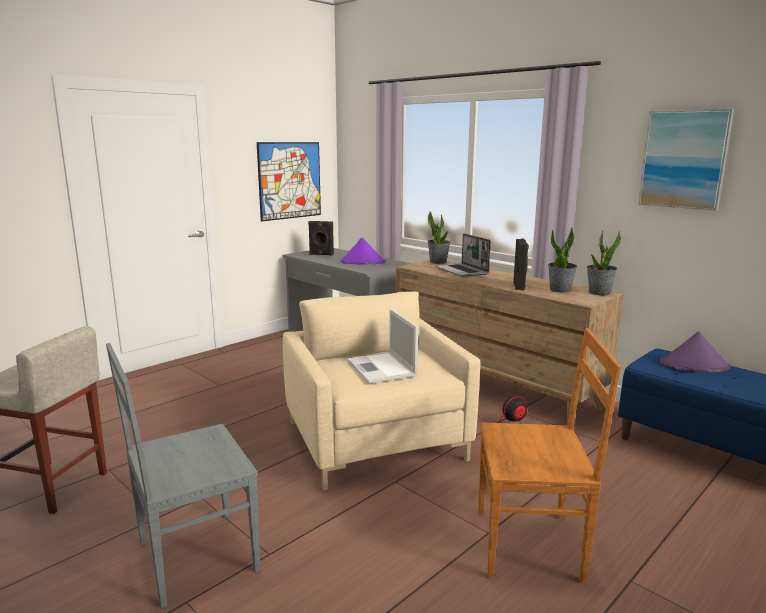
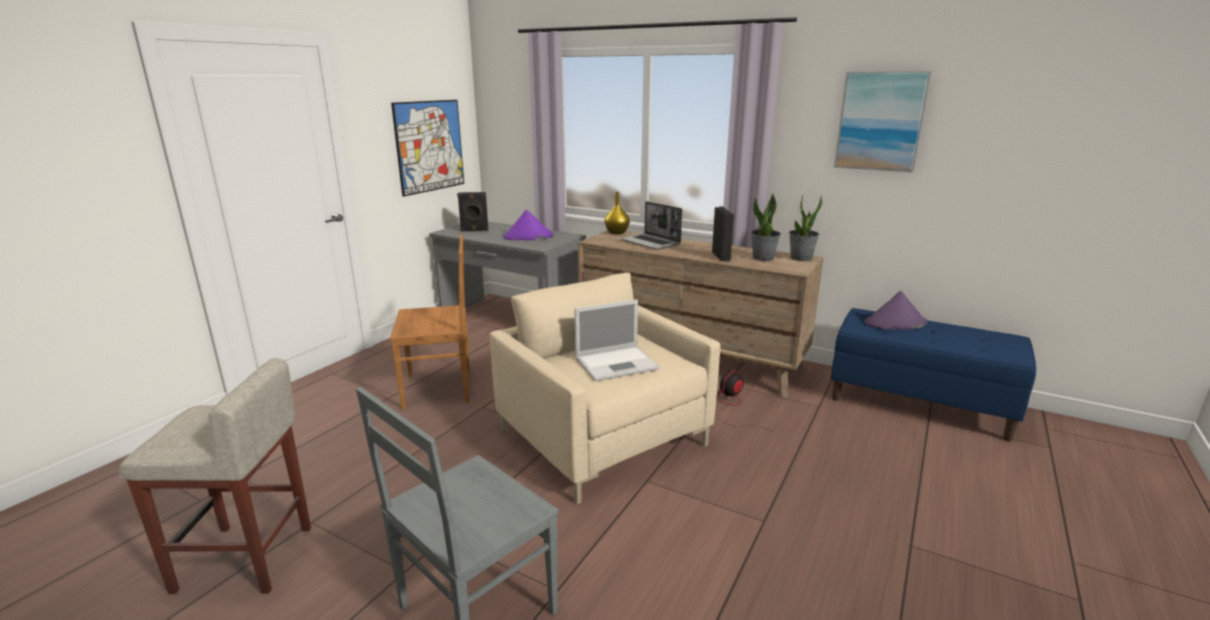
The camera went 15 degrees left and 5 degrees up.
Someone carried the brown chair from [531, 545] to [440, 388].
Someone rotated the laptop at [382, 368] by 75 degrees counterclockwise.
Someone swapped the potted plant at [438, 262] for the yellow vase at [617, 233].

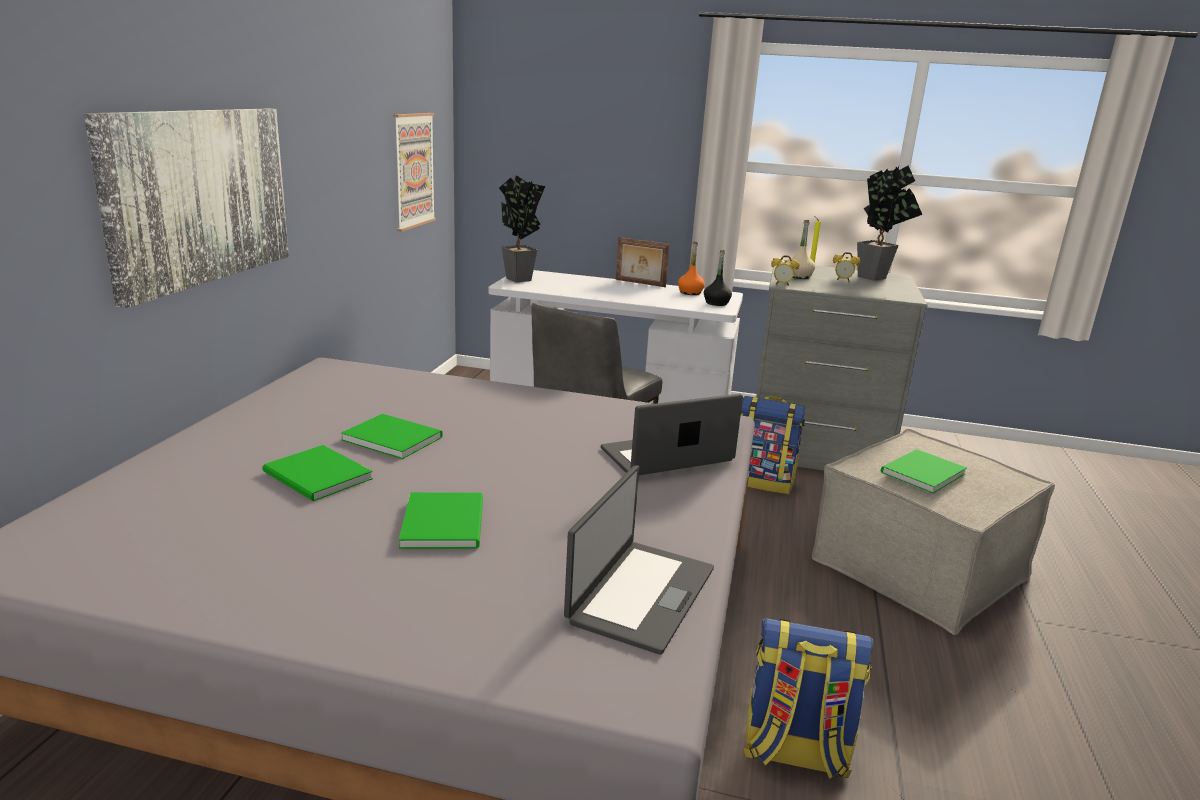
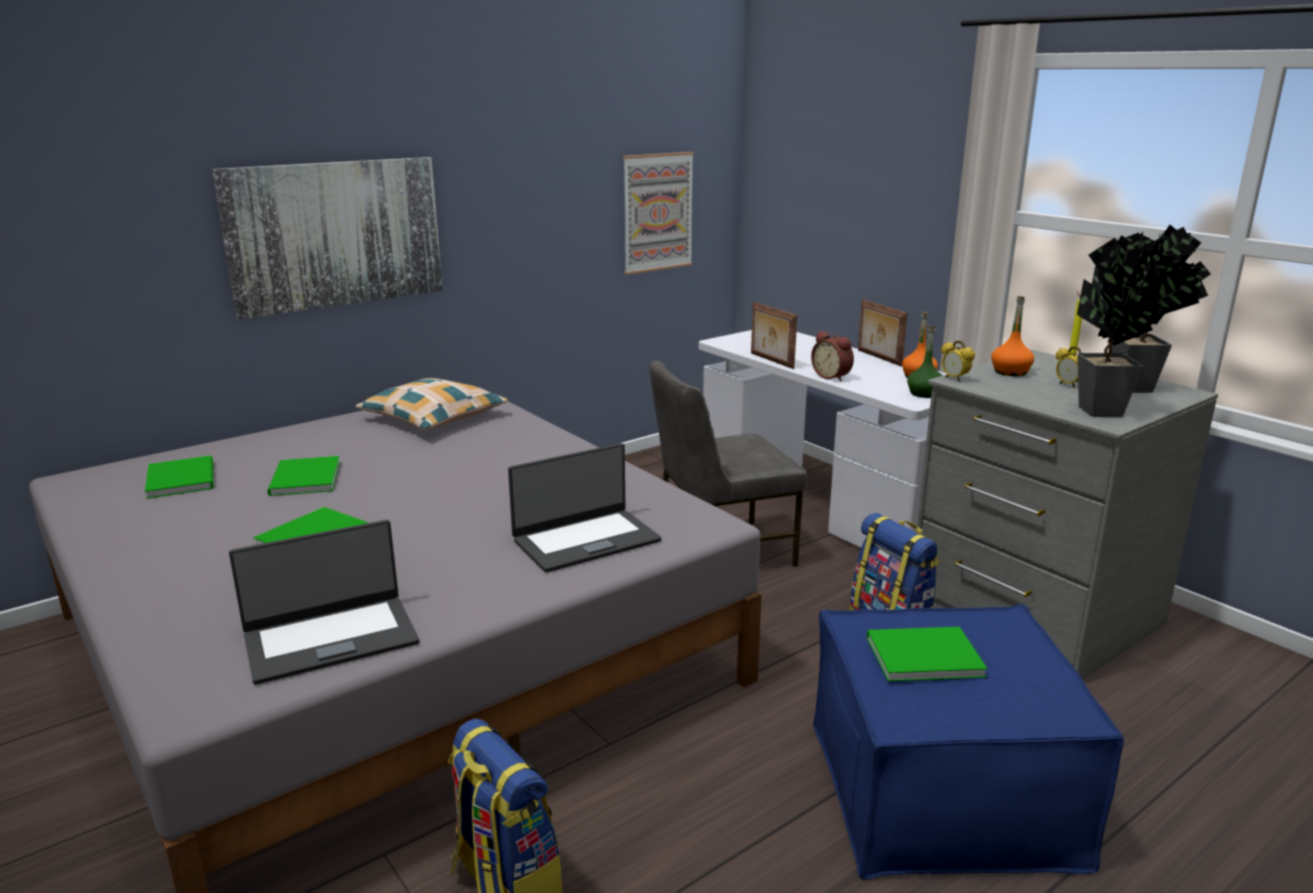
The camera went 40 degrees right and 0 degrees up.
Someone carried the green book from [391, 437] to [183, 478].
Someone put down the pillow at [434, 417].
Someone rotated the laptop at [667, 456] by 135 degrees clockwise.
Someone put down the picture frame at [771, 361].
Someone put down the alarm clock at [832, 376].
Someone repainted the beige ottoman at [918, 568], which became the blue ottoman at [941, 792].
Someone repainted the black bottle at [716, 303], which became the green bottle at [924, 393].
Someone repainted the beige bottle at [798, 276], which became the orange bottle at [1010, 372].
Someone carried the potted plant from [519, 280] to [1099, 413].

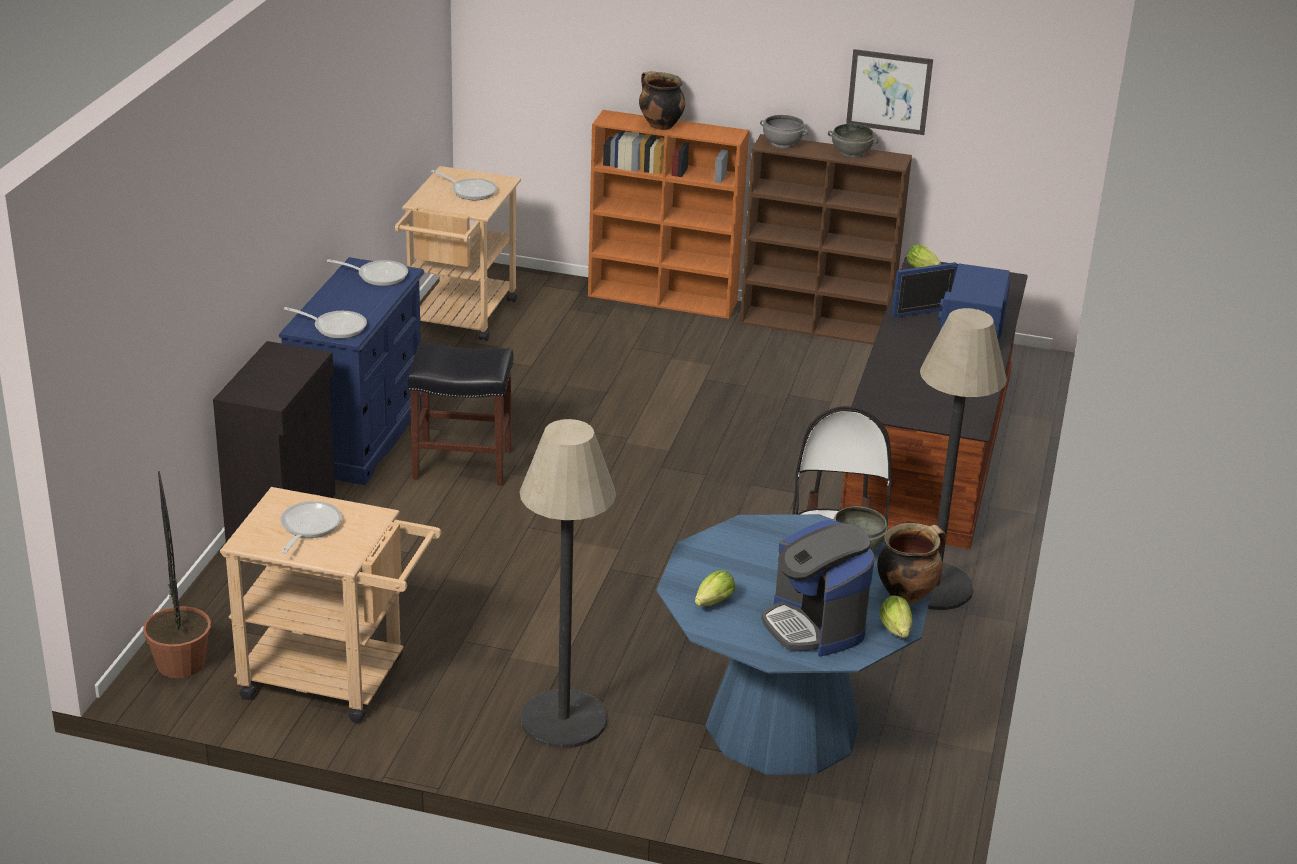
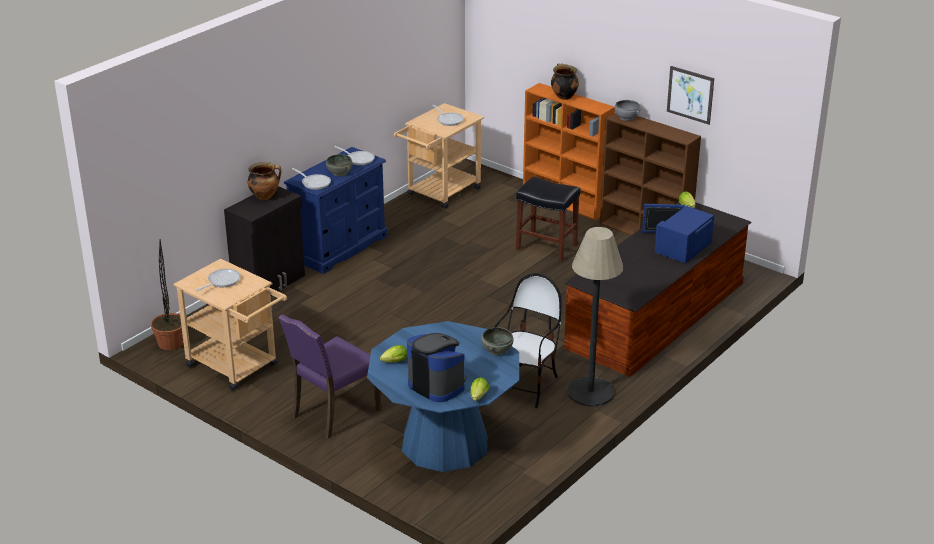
The camera went 25 degrees right and 0 degrees up.
Someone carried the cooking pot from [907, 593] to [265, 196].
Someone swapped the floor lamp at [563, 719] for the purple chair at [333, 413].
Someone carried the grey bowl from [851, 153] to [340, 173].
Someone rotated the coffee machine at [814, 626] by 135 degrees clockwise.
Someone carried the black stool from [464, 463] to [547, 247].

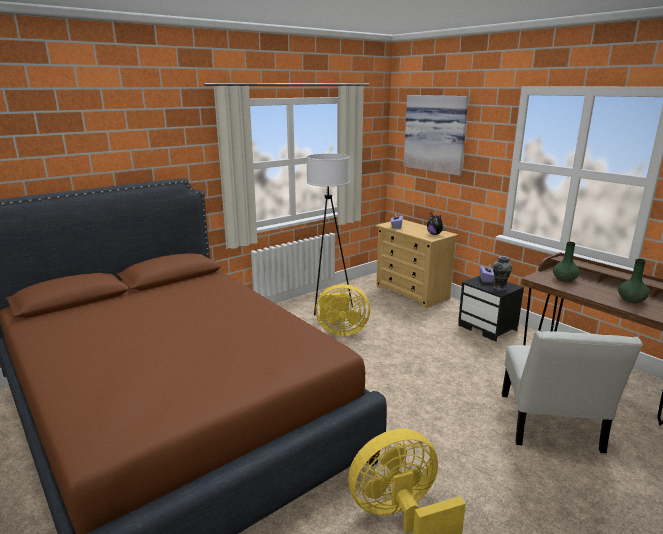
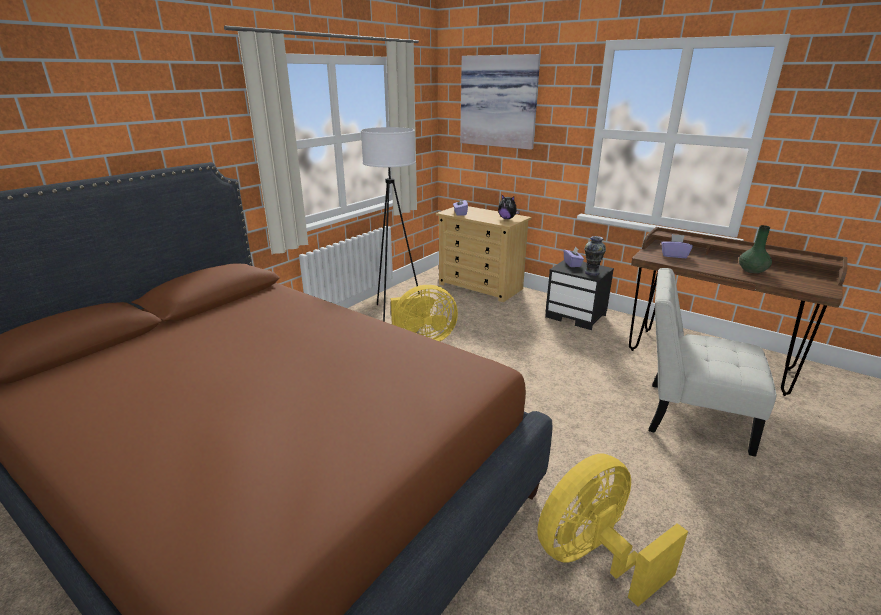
The camera went 15 degrees left and 5 degrees up.
Someone rotated the white chair at [550, 426] by 120 degrees clockwise.
Someone swapped the green vase at [564, 279] for the purple tissue box at [674, 255].

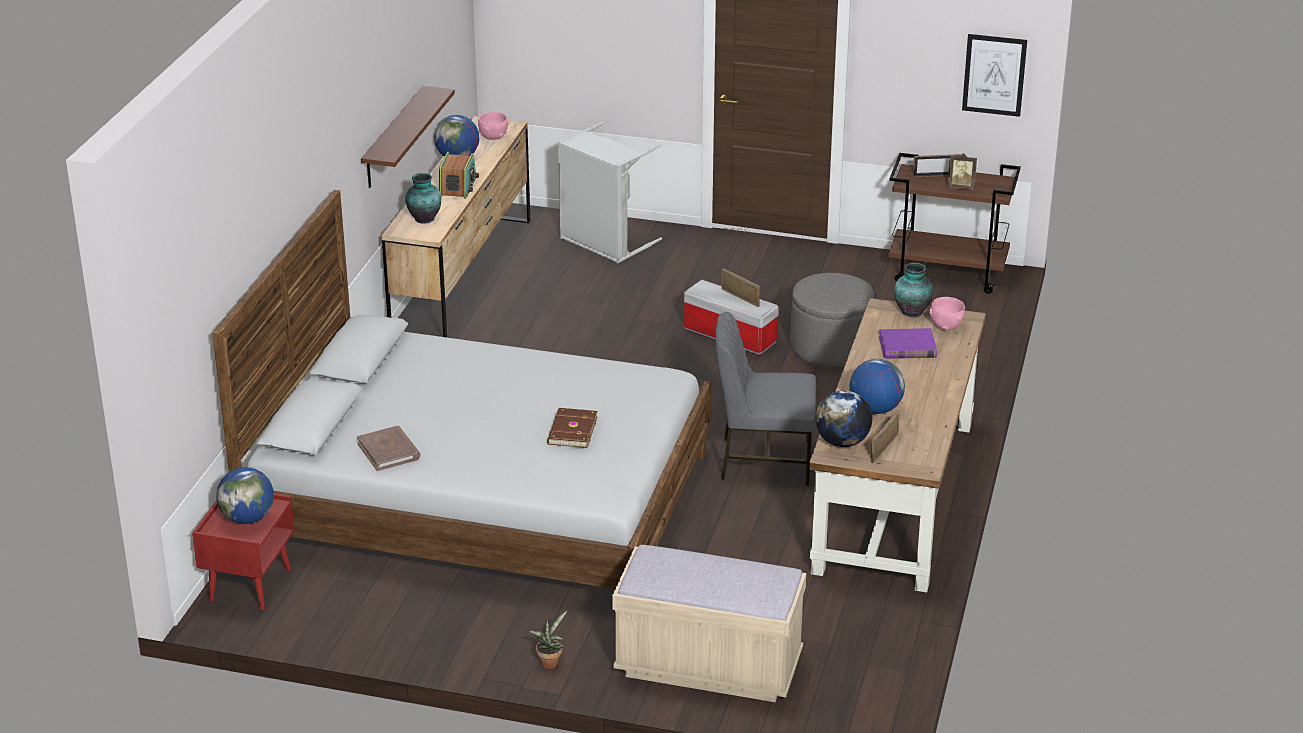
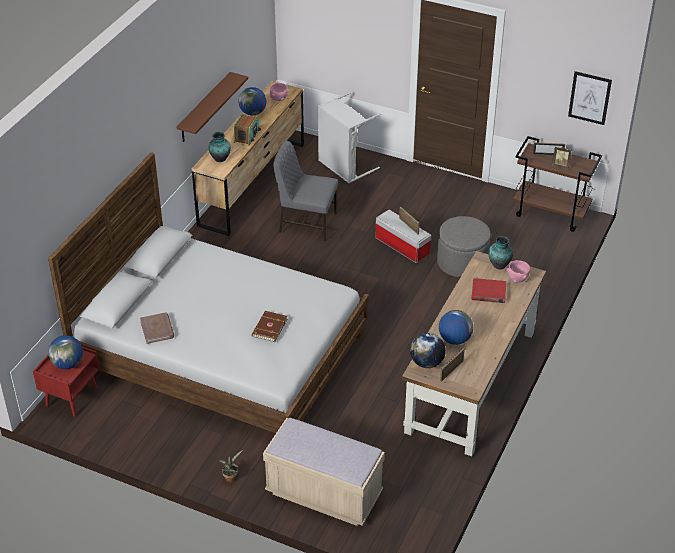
The camera went 10 degrees right and 10 degrees up.
Someone carried the grey chair from [763, 460] to [306, 223].
Someone repainted the purple book at [907, 347], which became the red book at [488, 292].

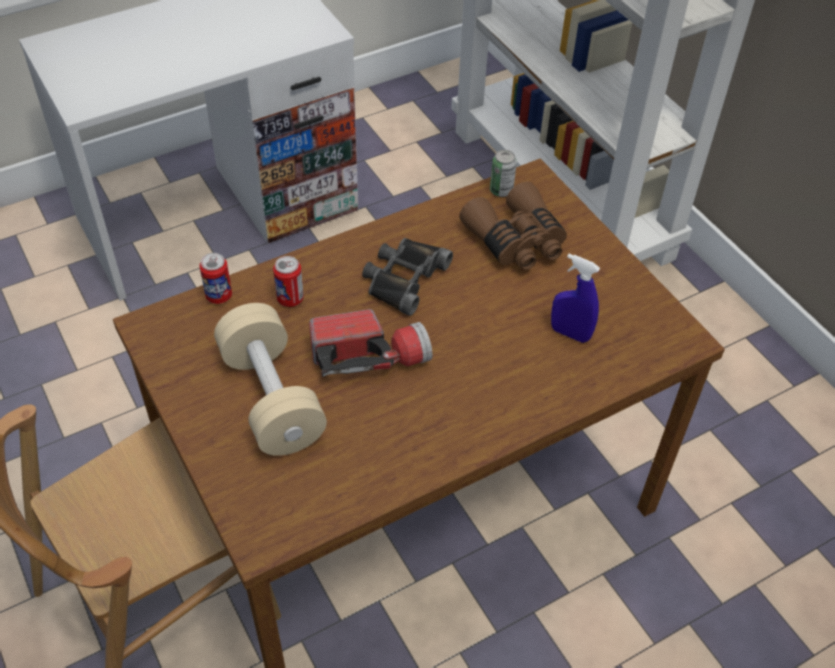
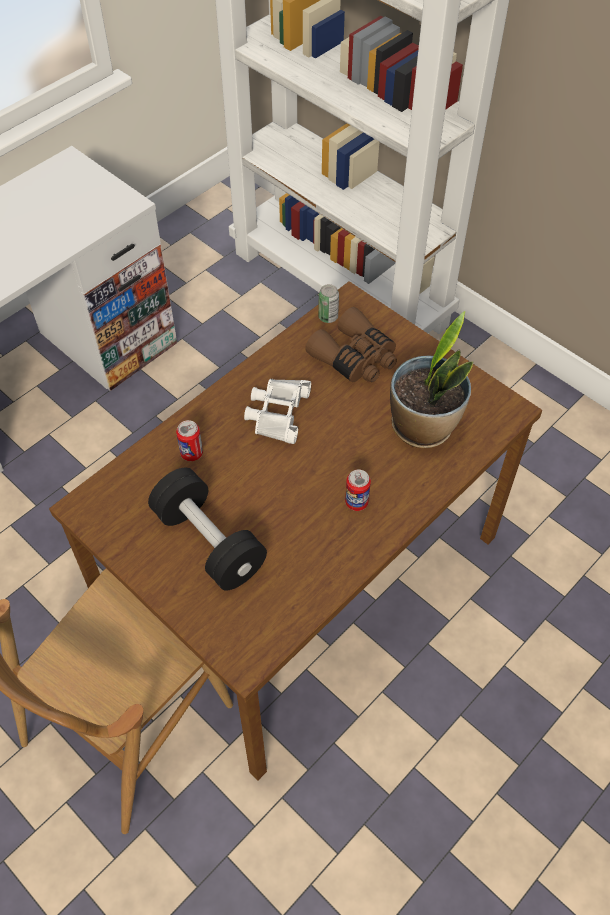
The camera went 15 degrees left and 5 degrees up.
Someone repainted the beige dumbbell at [271, 398], which became the black dumbbell at [209, 542].
Someone repainted the black binoculars at [403, 278], which became the white binoculars at [277, 413].
Someone carried the can from [219, 296] to [356, 502].
Someone swapped the blue spray bottle at [570, 333] for the potted plant at [423, 427].
Someone took away the flashlight at [369, 356].

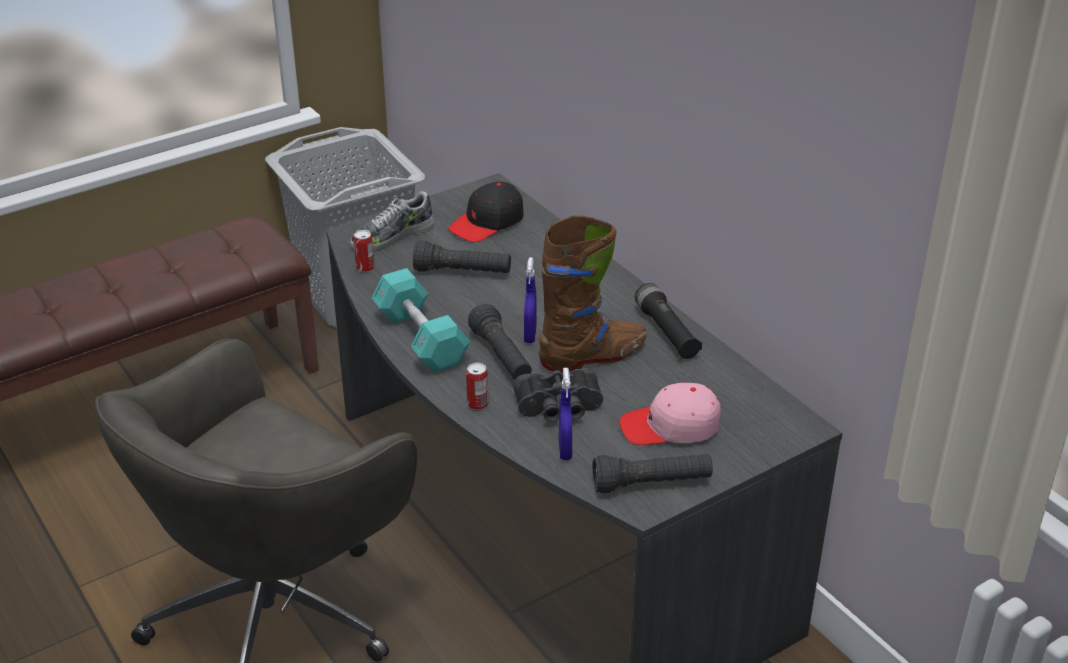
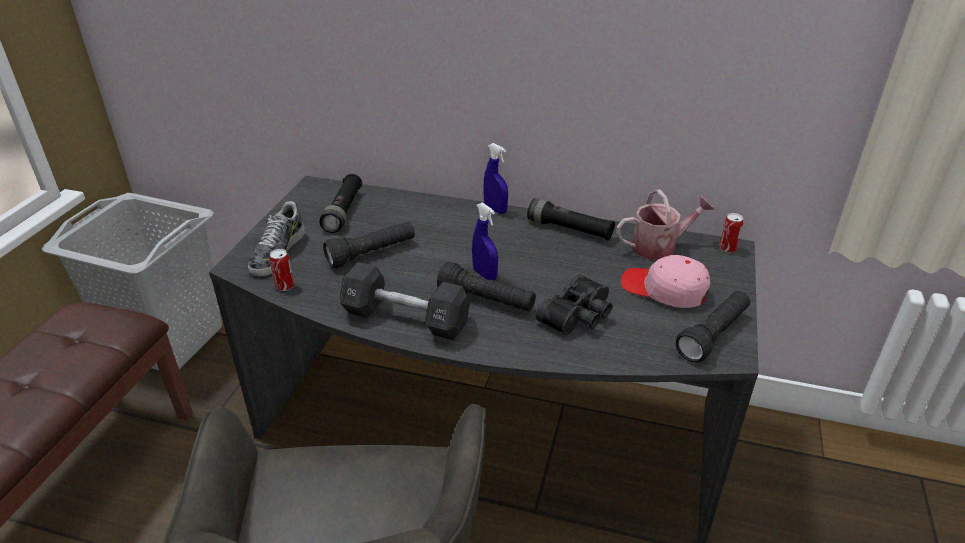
The camera went 40 degrees left and 0 degrees up.
Someone swapped the black cap at [487, 222] for the black flashlight at [343, 211].
Someone repainted the turquoise dumbbell at [421, 338], which became the black dumbbell at [405, 318].
Someone carried the blue spray bottle from [565, 450] to [495, 209].
Someone put down the watering can at [659, 247].
Someone rotated the pink cap at [670, 426] by 75 degrees clockwise.
Someone carried the can from [477, 404] to [727, 248].
Someone took away the brown boot at [593, 356].

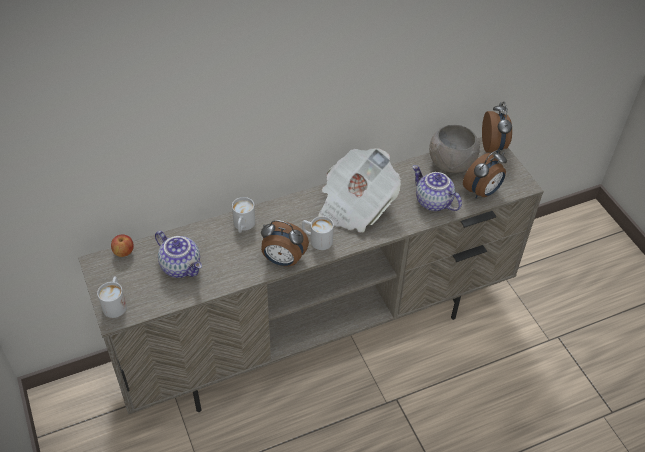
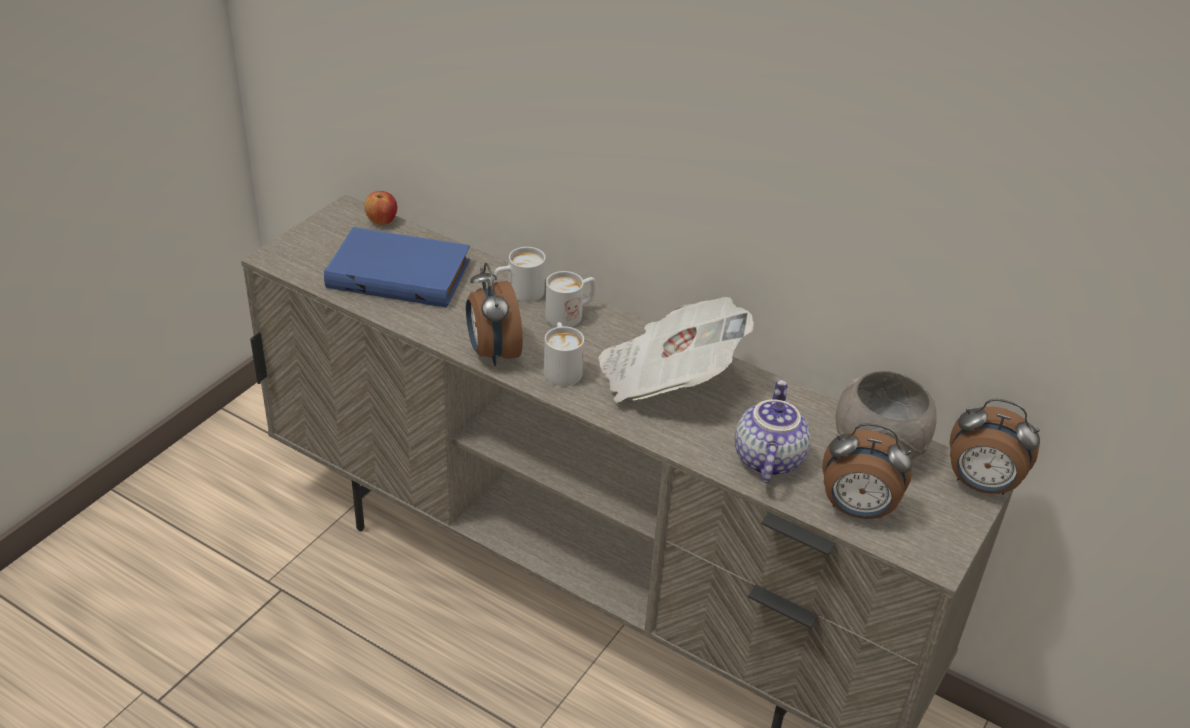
The camera went 55 degrees right and 10 degrees down.
Someone swapped the teapot at [182, 266] for the blue book at [401, 273].
Someone carried the white mug from [115, 303] to [571, 314].
Someone rotated the alarm clock at [493, 146] by 60 degrees clockwise.

